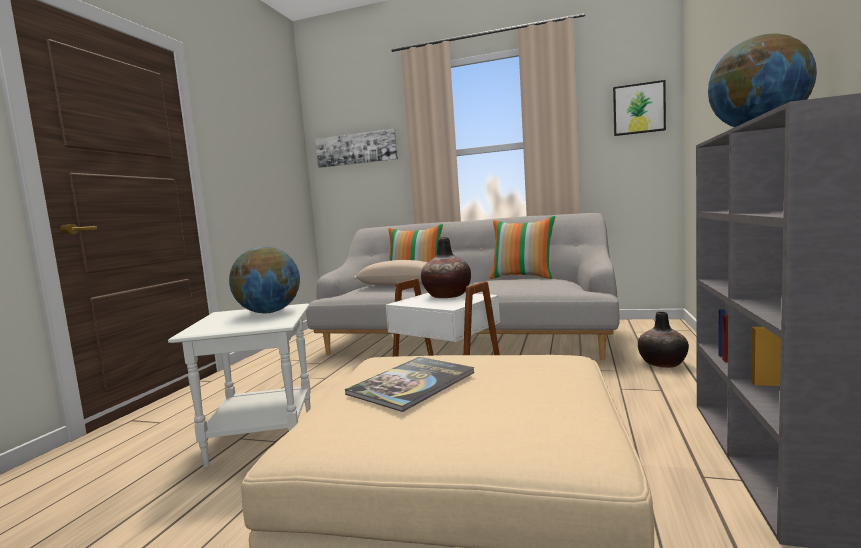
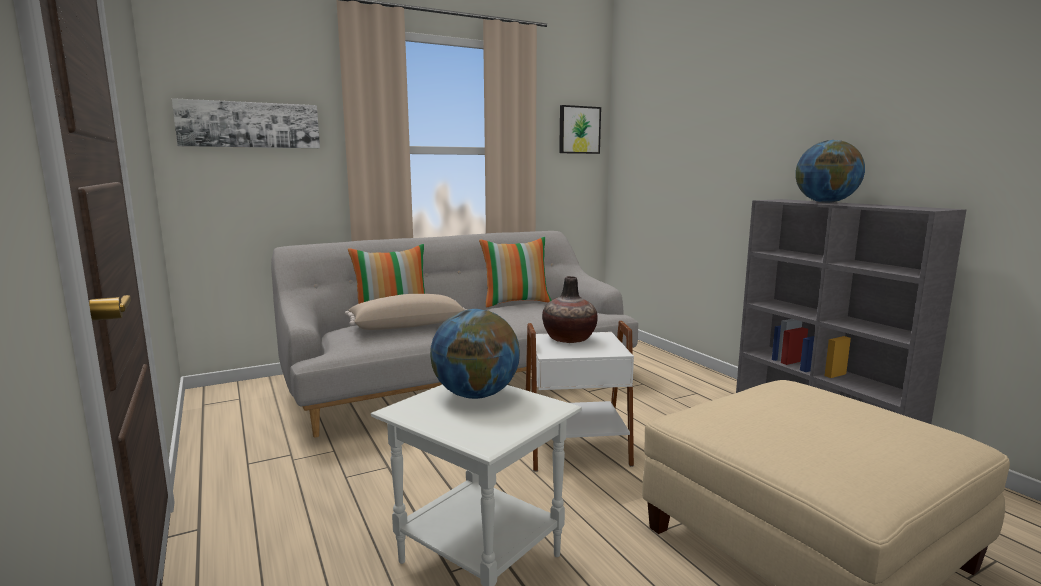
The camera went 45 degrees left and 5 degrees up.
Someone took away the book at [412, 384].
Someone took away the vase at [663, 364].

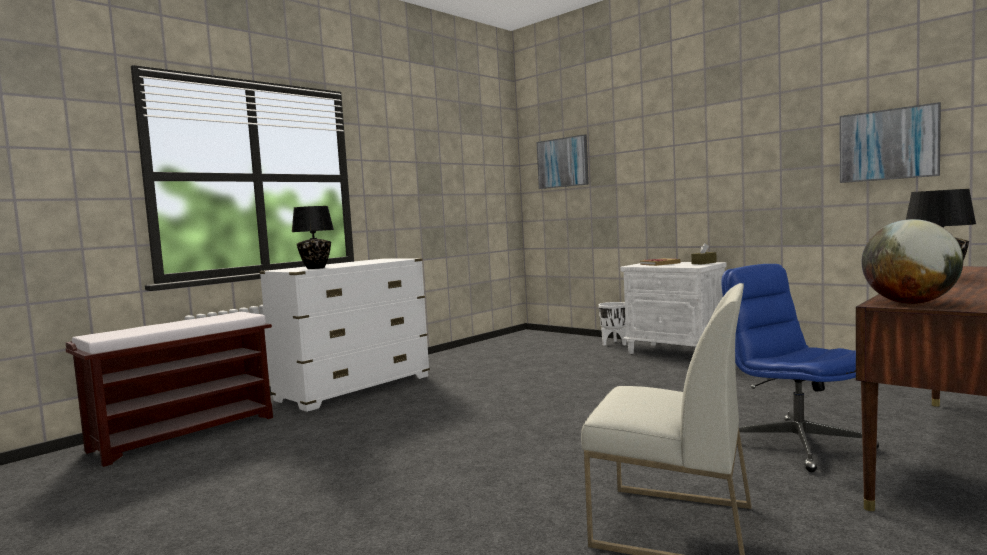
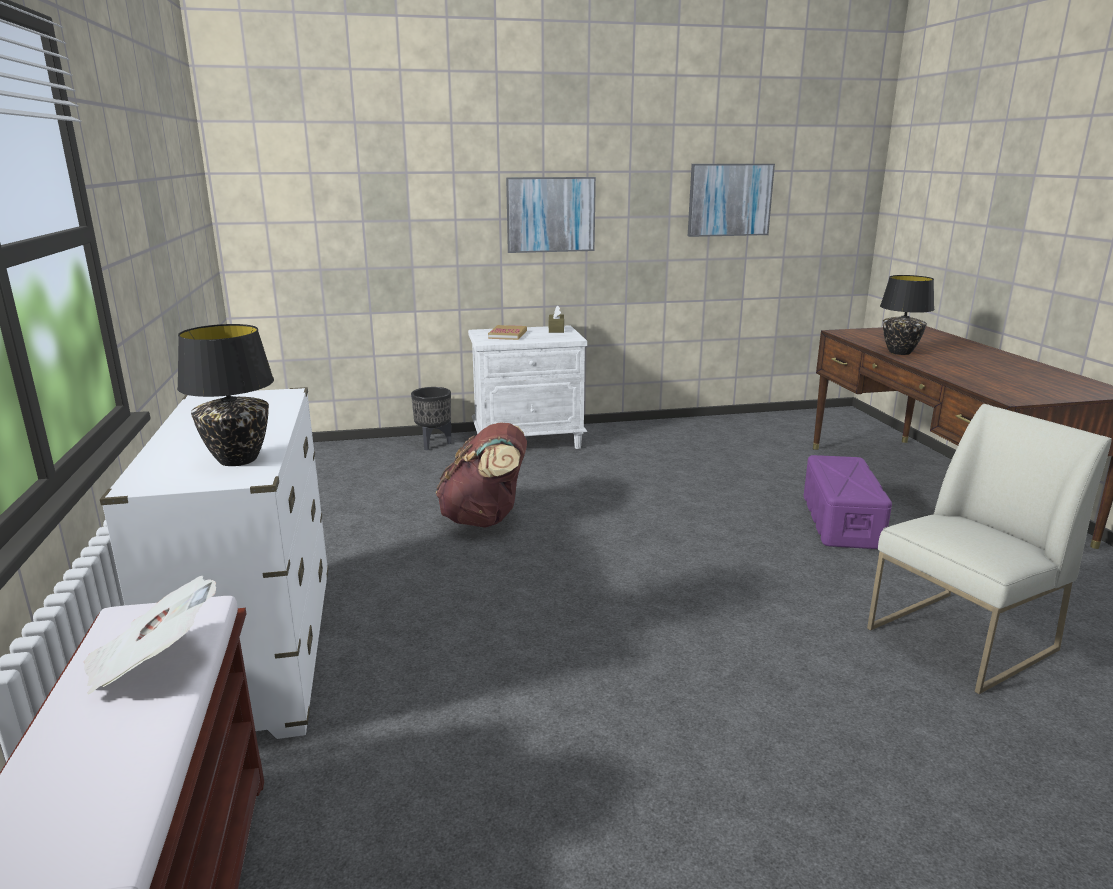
The camera went 55 degrees left and 15 degrees up.
Someone put down the newspaper at [152, 663].
Someone repainted the white planter at [614, 343], which became the black planter at [433, 444].
Someone put down the brown backpack at [485, 519].
Someone carried the picture from [563, 162] to [550, 214].
Someone swapped the blue office chair at [797, 445] for the purple storage box at [841, 521].
Someone took away the globe at [910, 303].

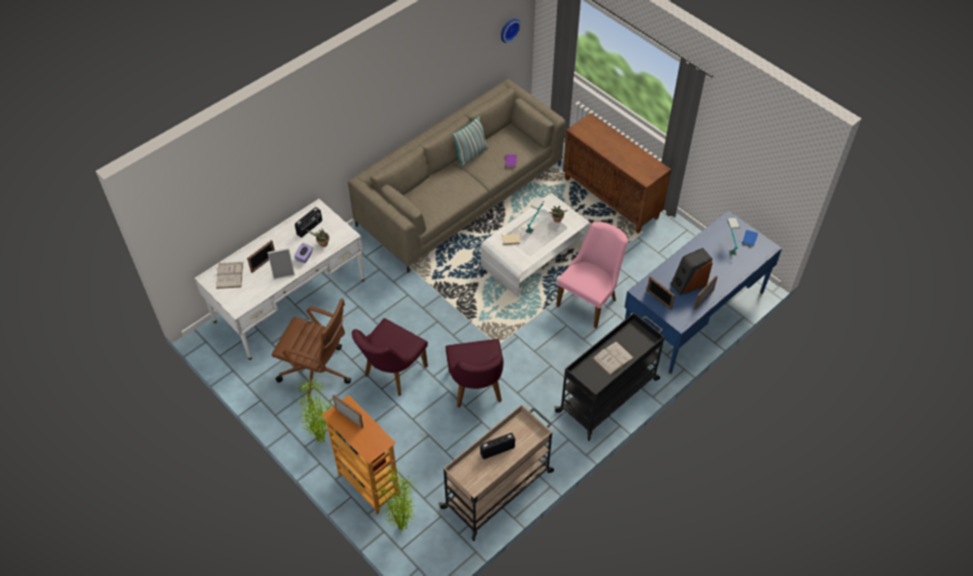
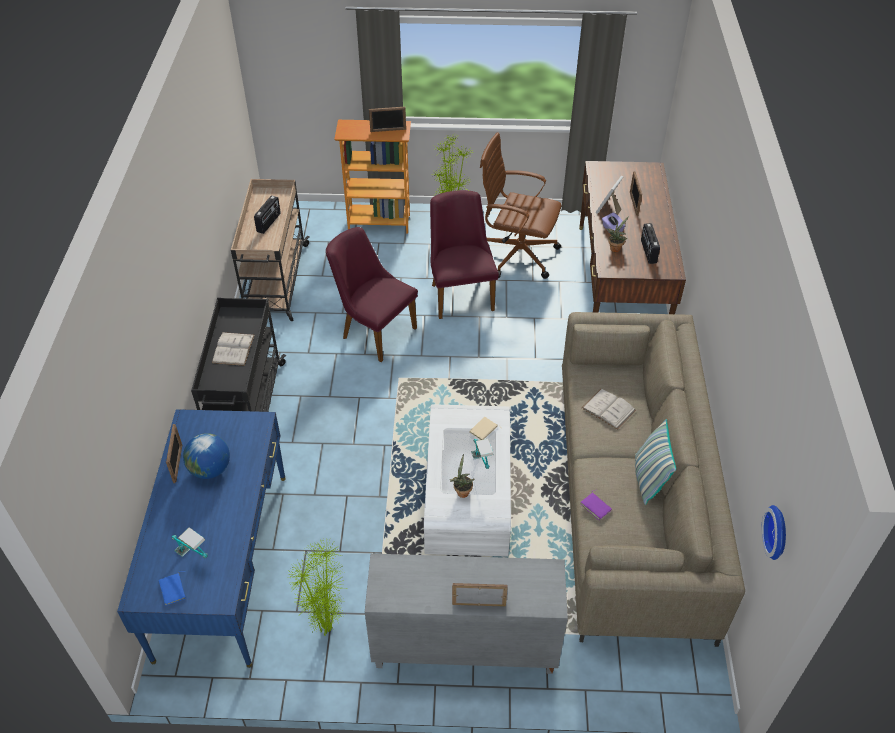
The camera went 135 degrees right and 5 degrees down.
Someone swapped the speaker at [688, 283] for the globe at [210, 469].
Someone carried the potted plant from [401, 526] to [328, 630].
Someone repainted the brown cabinet at [612, 198], which became the grey cabinet at [463, 647].
Someone carried the picture frame from [658, 300] to [479, 604].
Someone rotated the brown office chair at [317, 373] by 45 degrees clockwise.
Someone repainted the white desk at [290, 300], which became the brown desk at [620, 282].
Someone carried the white book from [229, 275] to [608, 409].
Someone took away the pink chair at [590, 299].

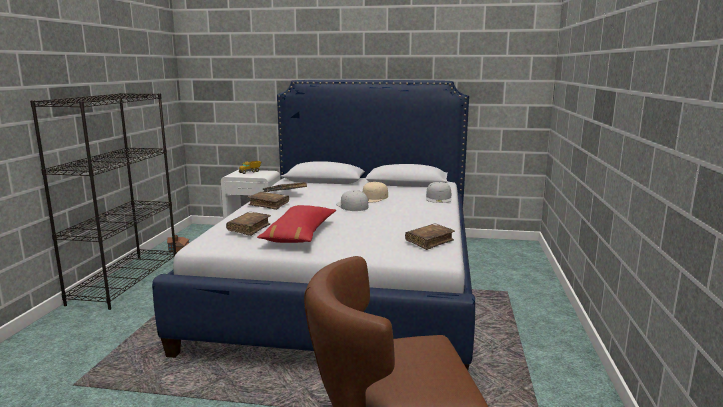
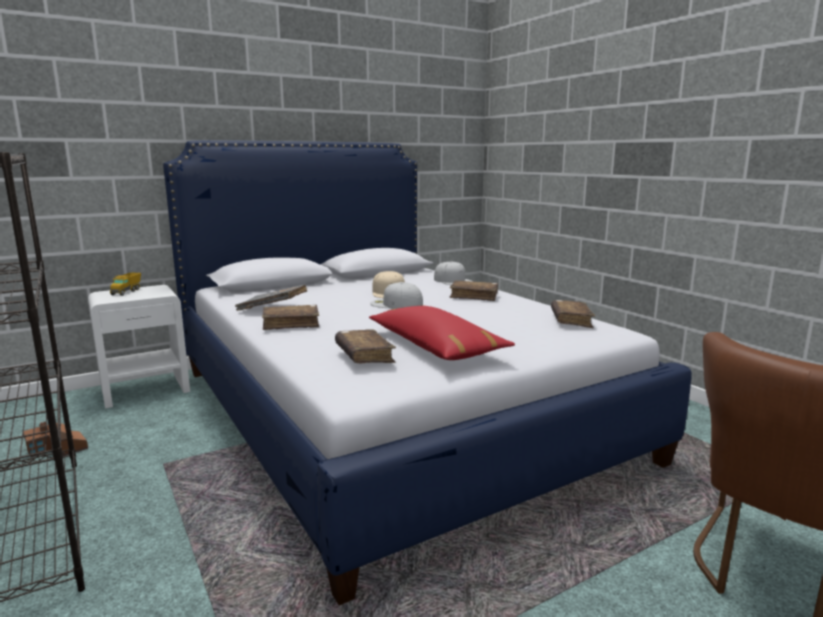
The camera went 40 degrees left and 0 degrees up.
Someone put down the brown book at [474, 296].

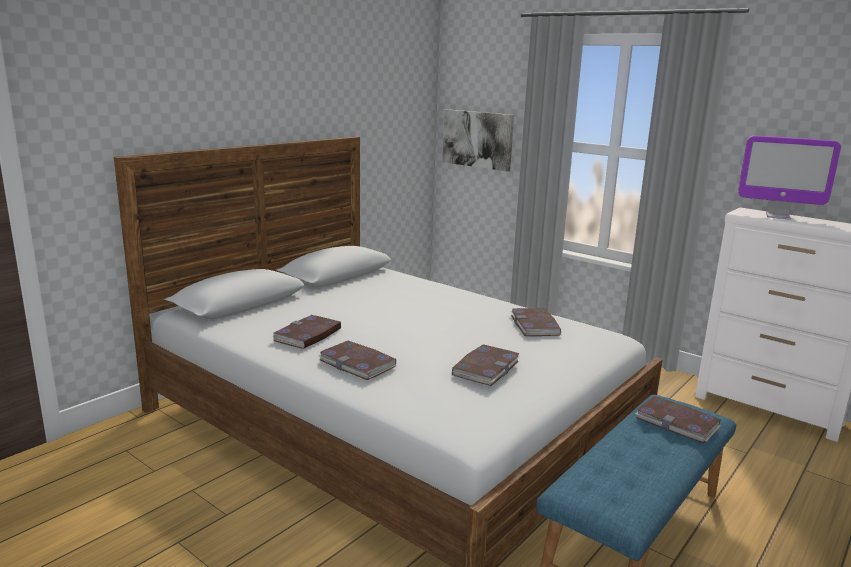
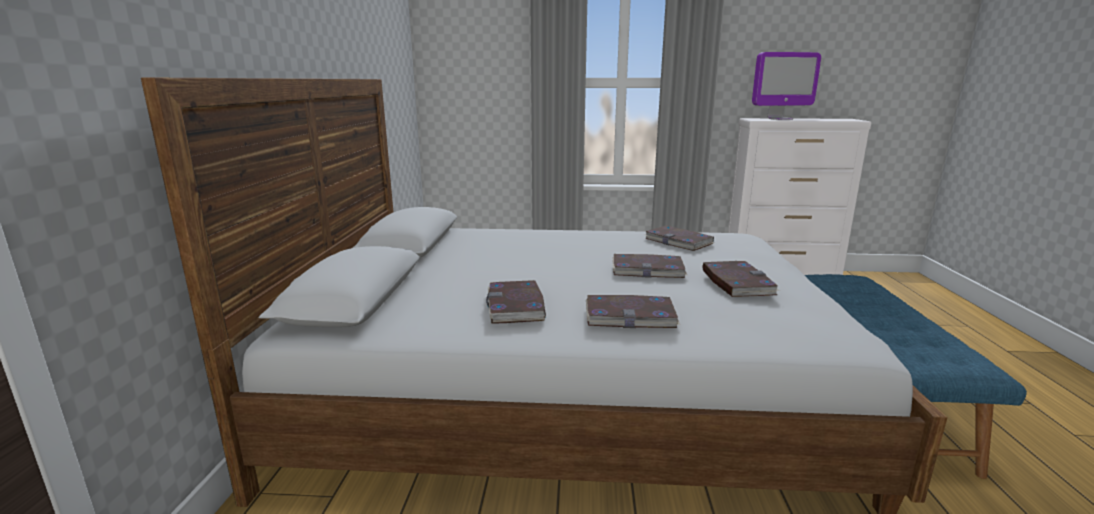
The camera went 35 degrees left and 0 degrees up.
Someone carried the book from [677, 422] to [648, 269].
Someone took away the picture at [478, 139].

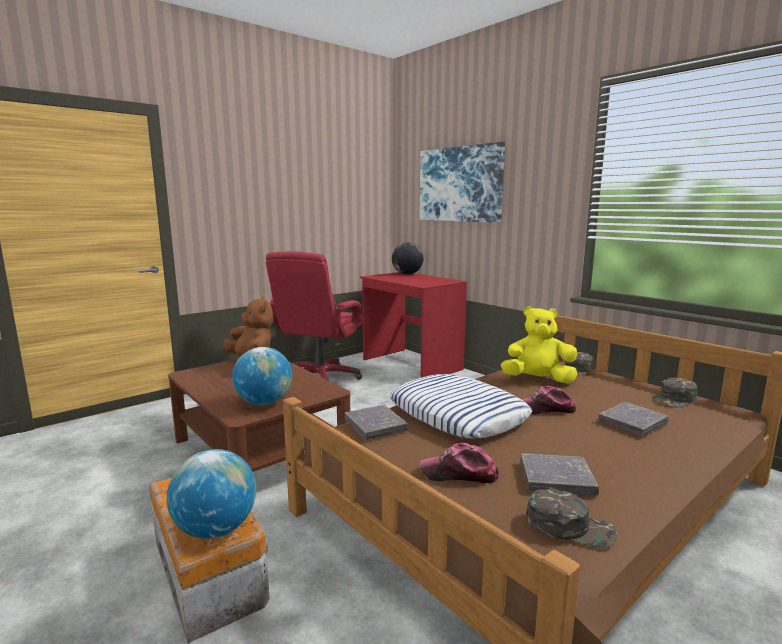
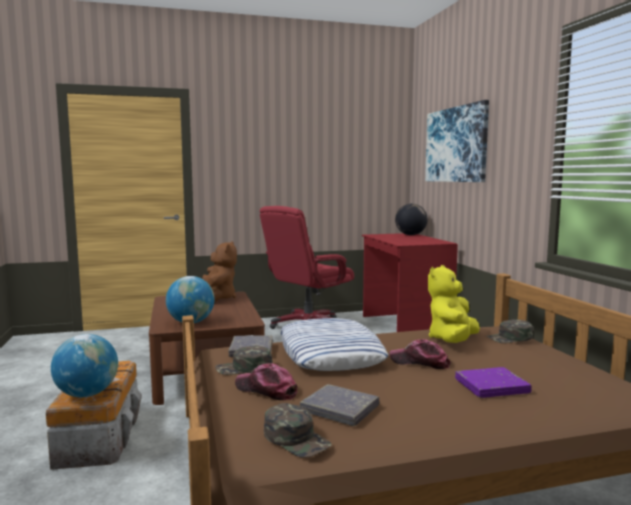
The camera went 25 degrees right and 5 degrees down.
Someone carried the green cap from [674, 399] to [244, 368].
Someone rotated the yellow plush toy at [538, 380] by 90 degrees counterclockwise.
Someone repainted the grey book at [632, 423], which became the purple book at [491, 387].

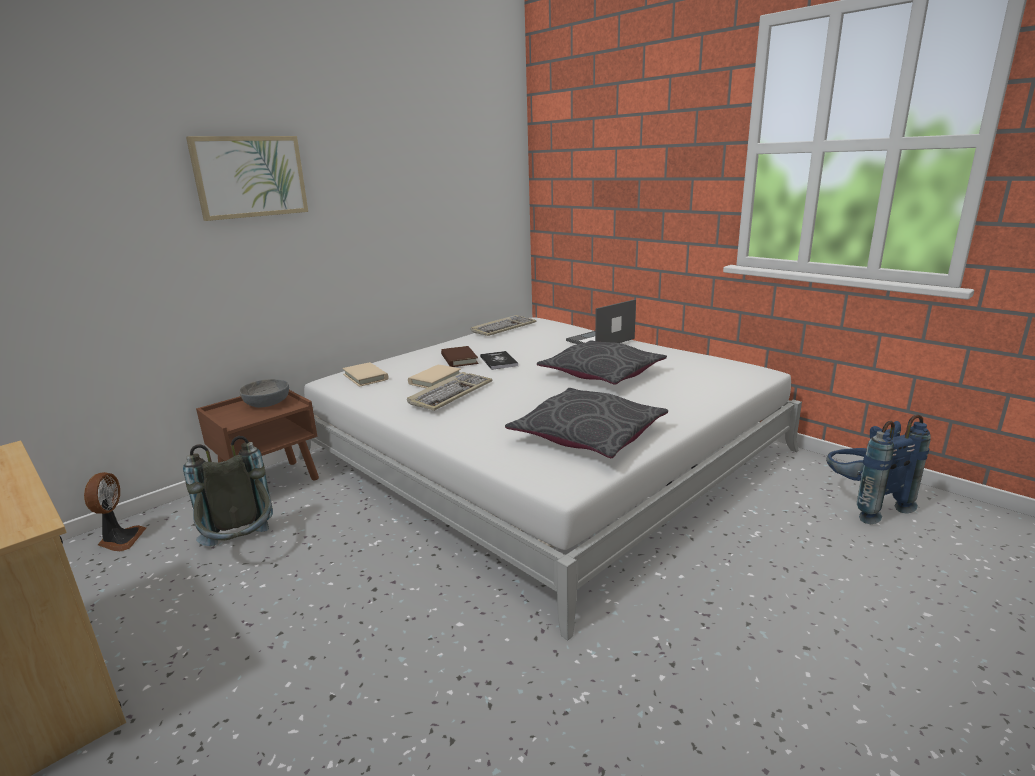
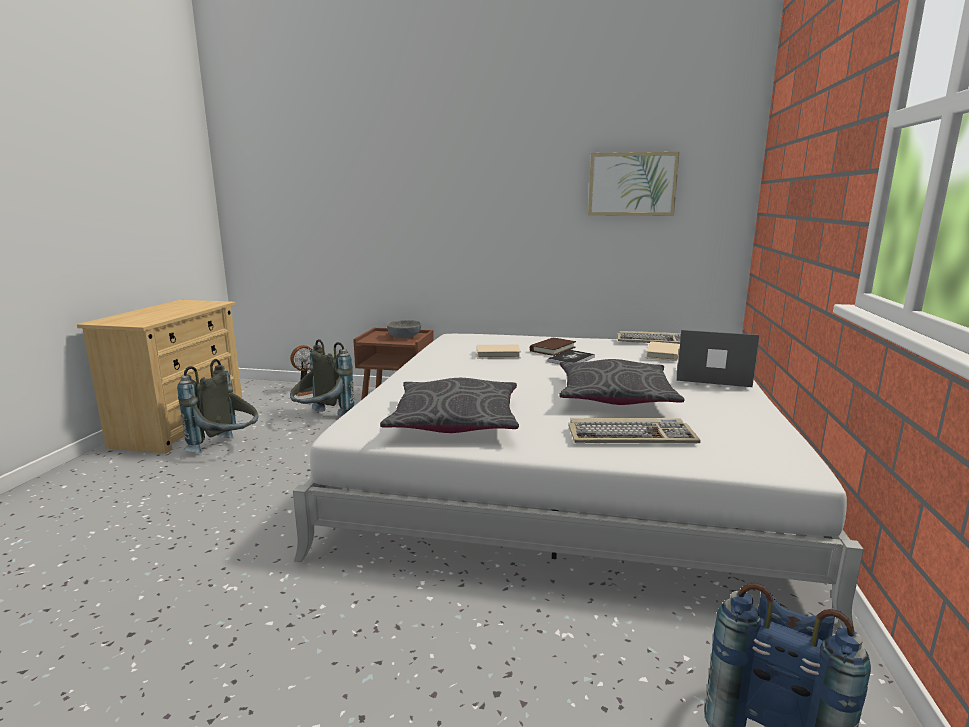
The camera went 55 degrees right and 5 degrees down.
Someone put down the grey backpack at [228, 449].
Someone carried the keyboard from [450, 394] to [631, 436].
Someone carried the picture from [250, 177] to [632, 184].
Someone carried the beige book from [365, 377] to [663, 354].

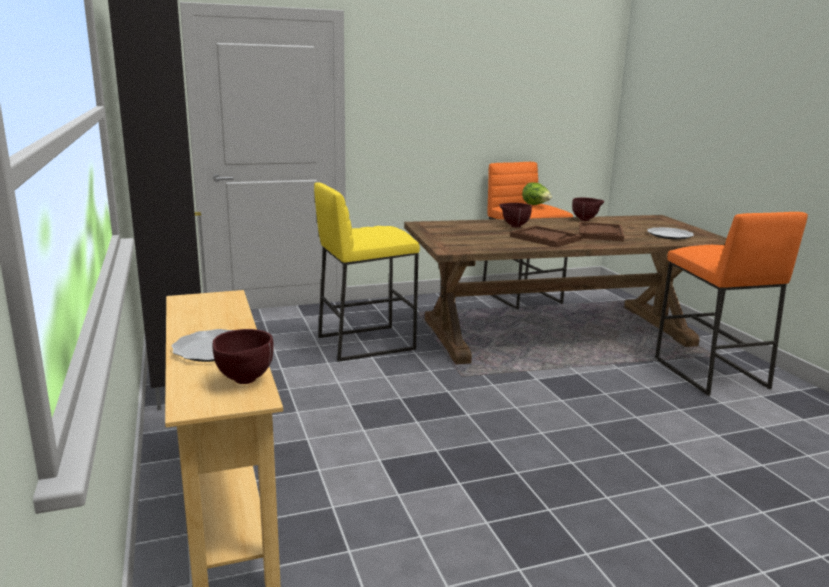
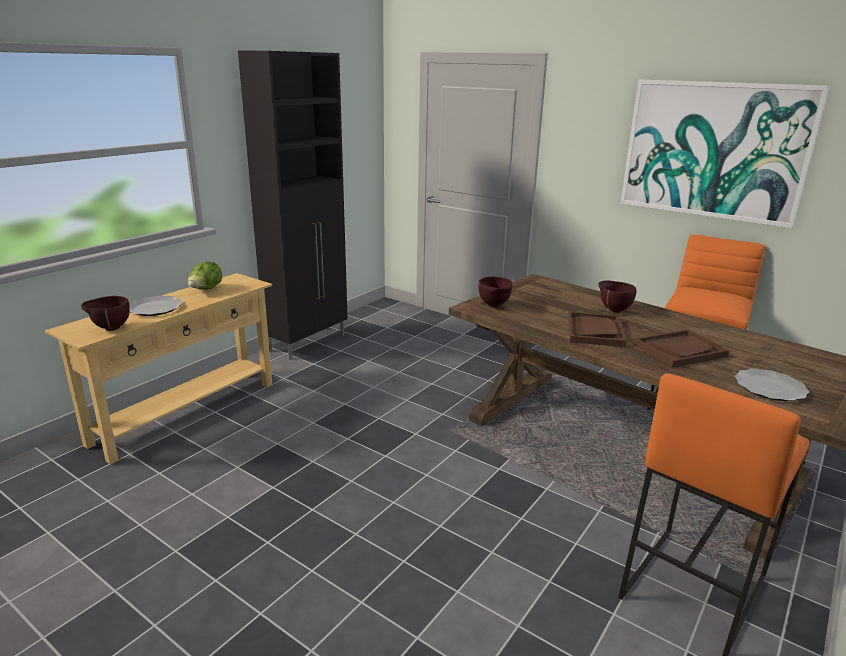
The camera went 55 degrees right and 5 degrees up.
Someone carried the lettuce from [536, 205] to [206, 290].
Someone carried the brown bowl from [586, 220] to [494, 306].
Someone put up the picture at [714, 150].
Someone took away the yellow stool at [366, 342].

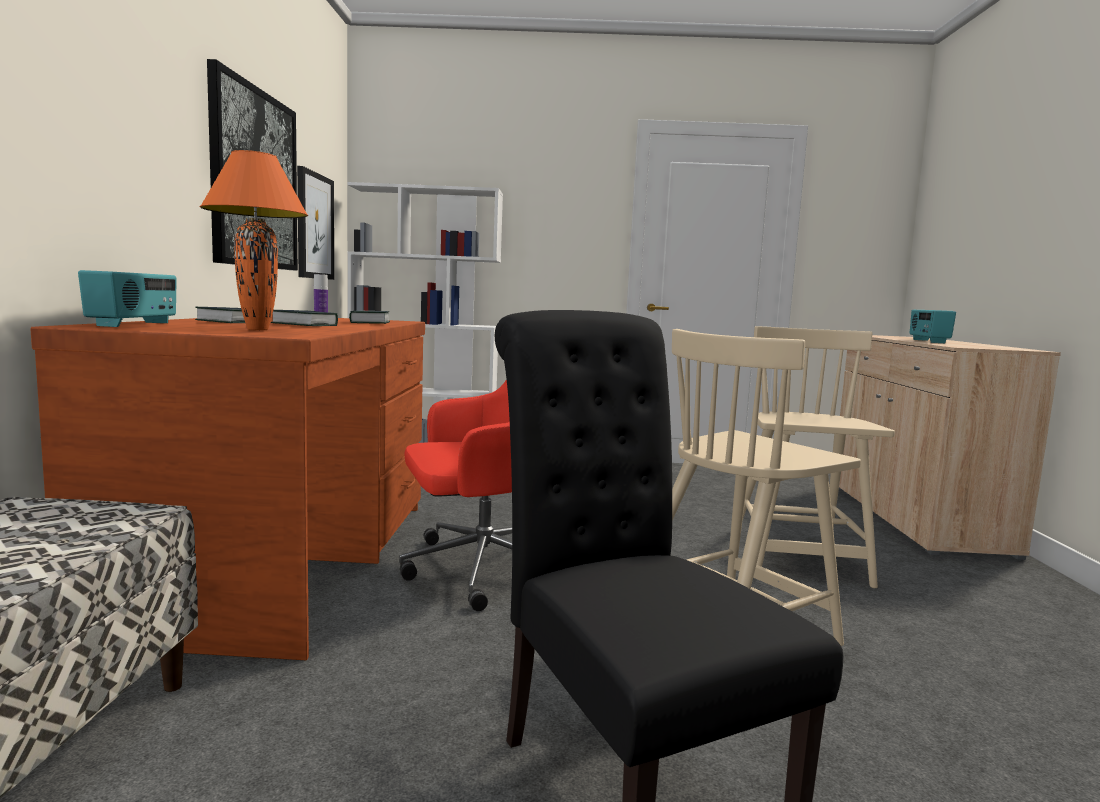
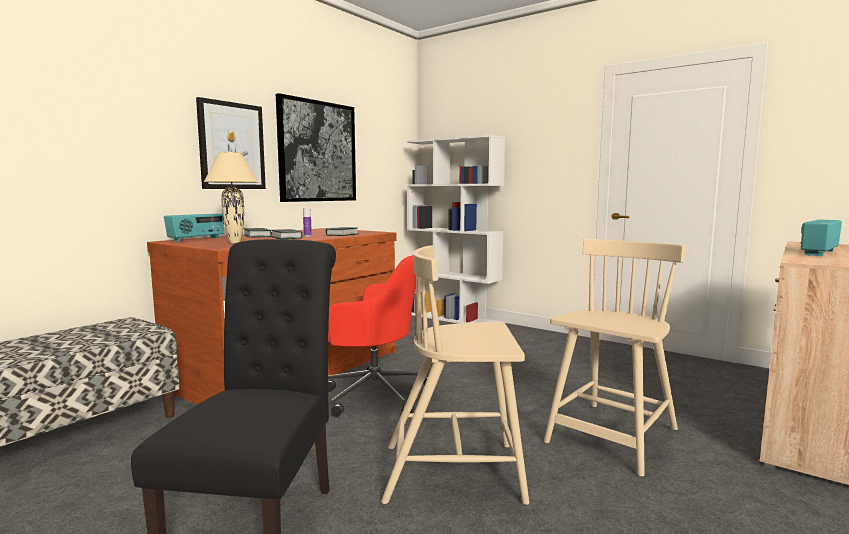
The camera went 35 degrees right and 0 degrees up.
Someone carried the picture from [314, 226] to [231, 146].
Someone repainted the orange table lamp at [256, 329], which became the beige table lamp at [234, 242].

